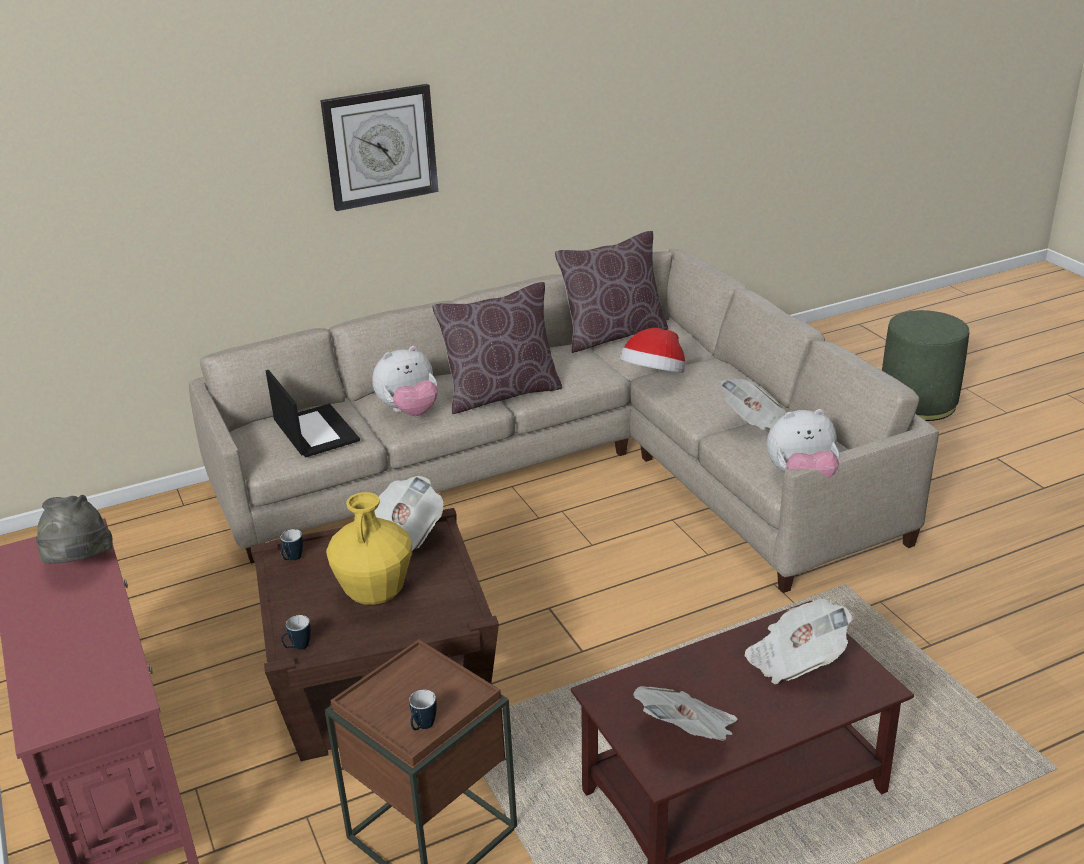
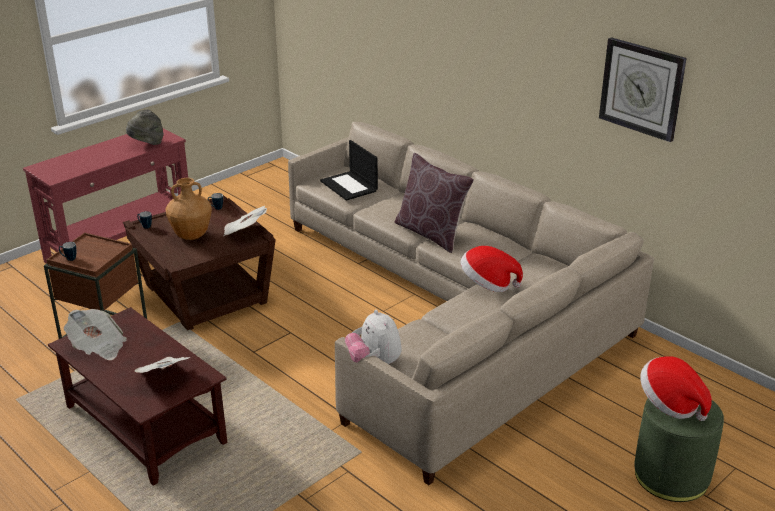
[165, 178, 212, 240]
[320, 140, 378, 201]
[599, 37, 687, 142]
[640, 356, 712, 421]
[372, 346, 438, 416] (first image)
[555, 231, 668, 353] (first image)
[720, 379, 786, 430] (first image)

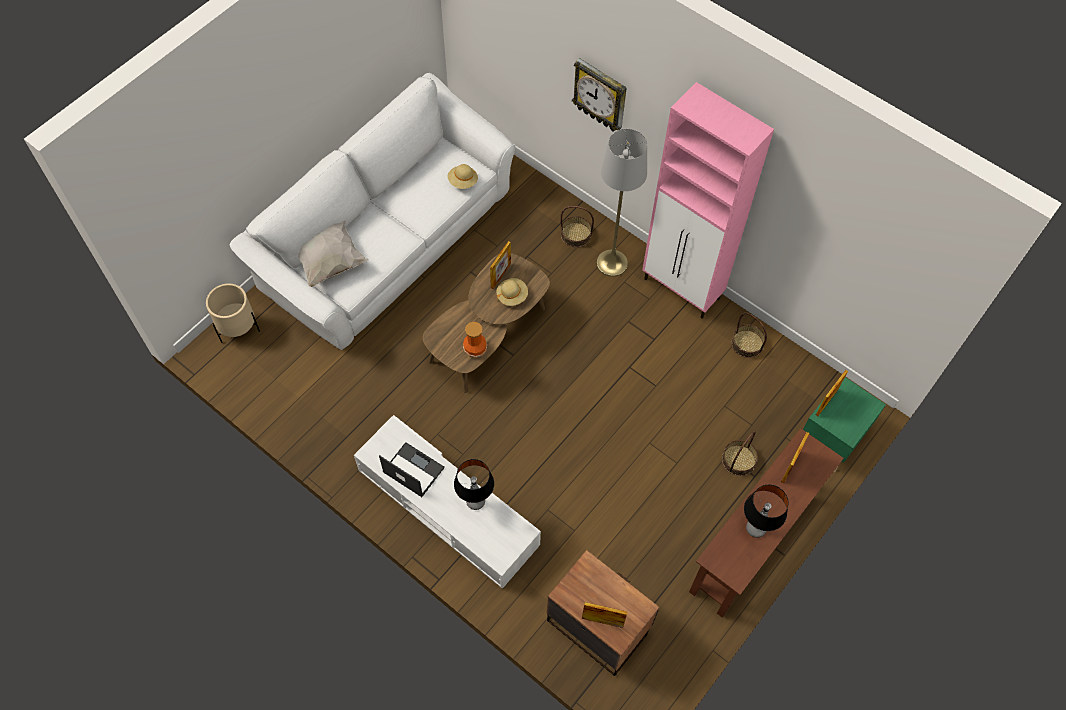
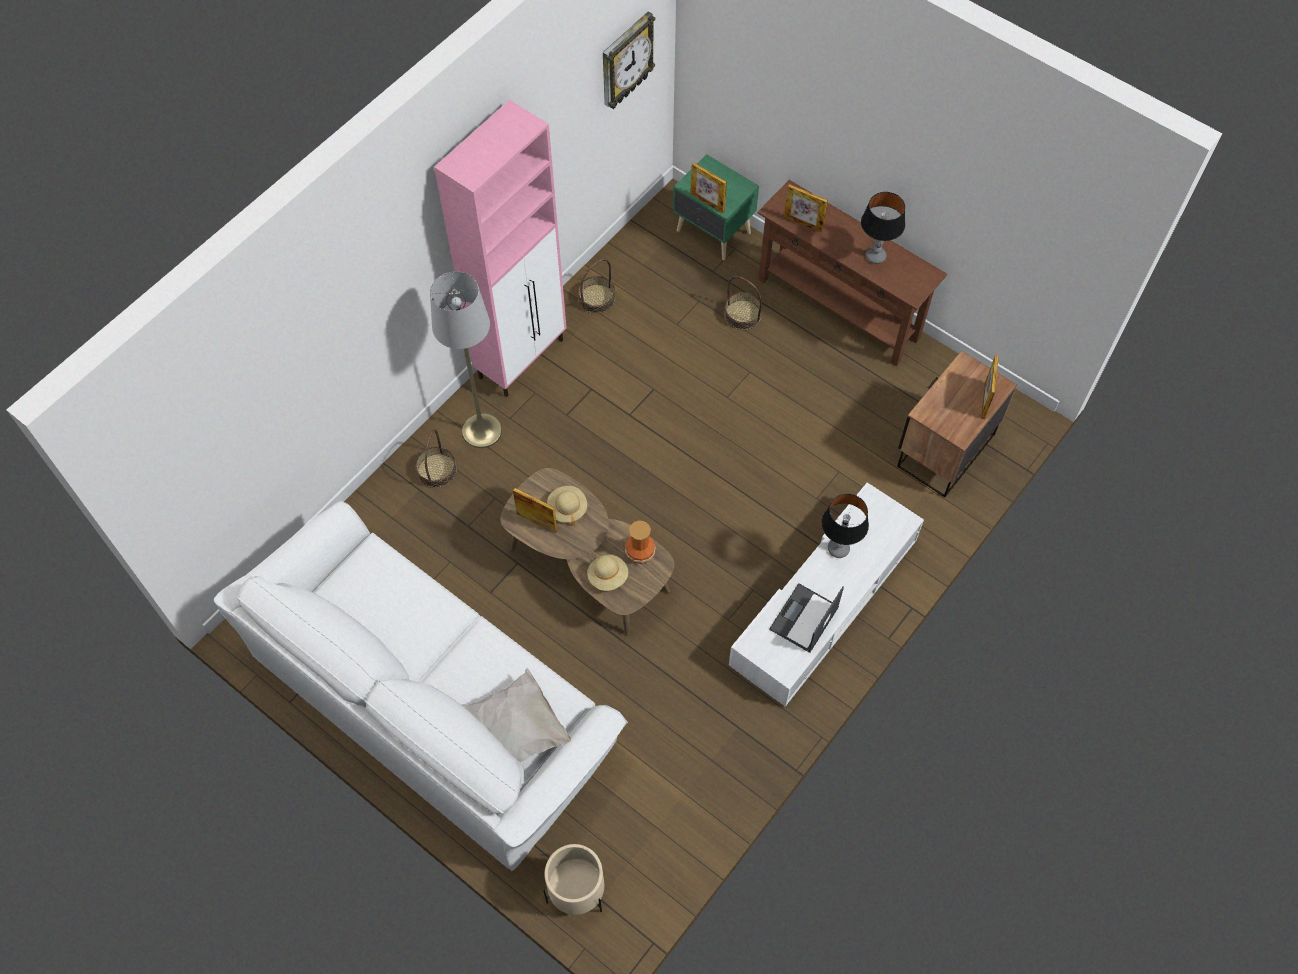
[587, 555, 628, 591]
[603, 11, 655, 109]

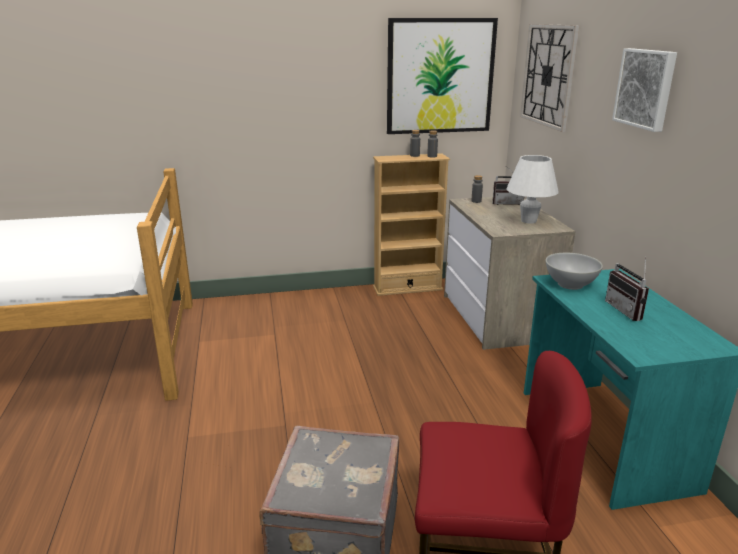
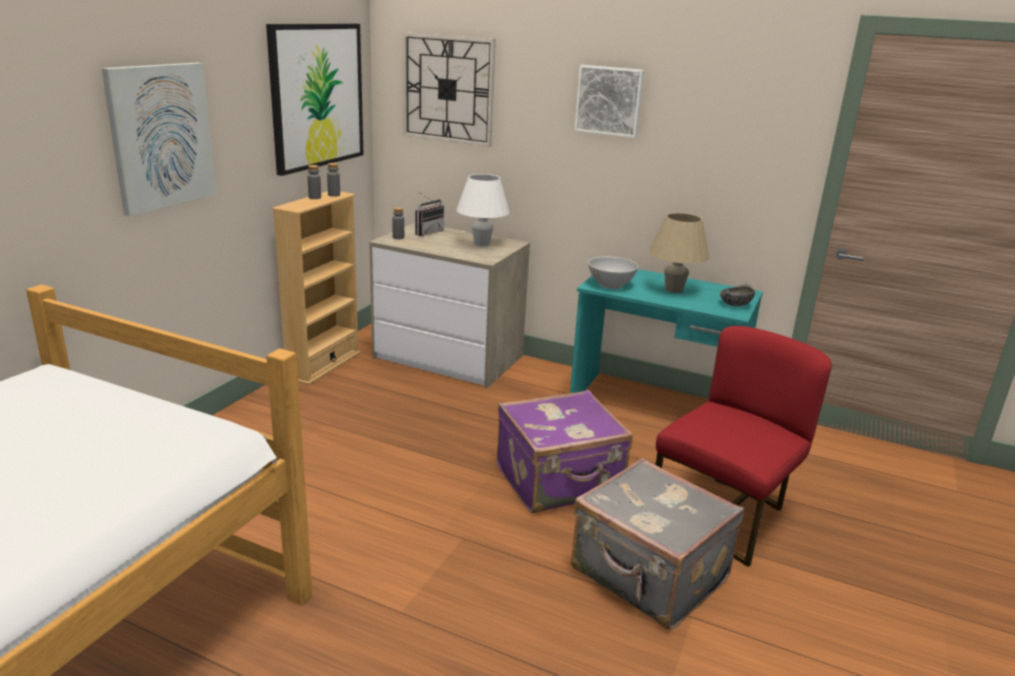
[102, 63, 216, 216]
[497, 390, 633, 513]
[649, 213, 709, 293]
[720, 284, 755, 306]

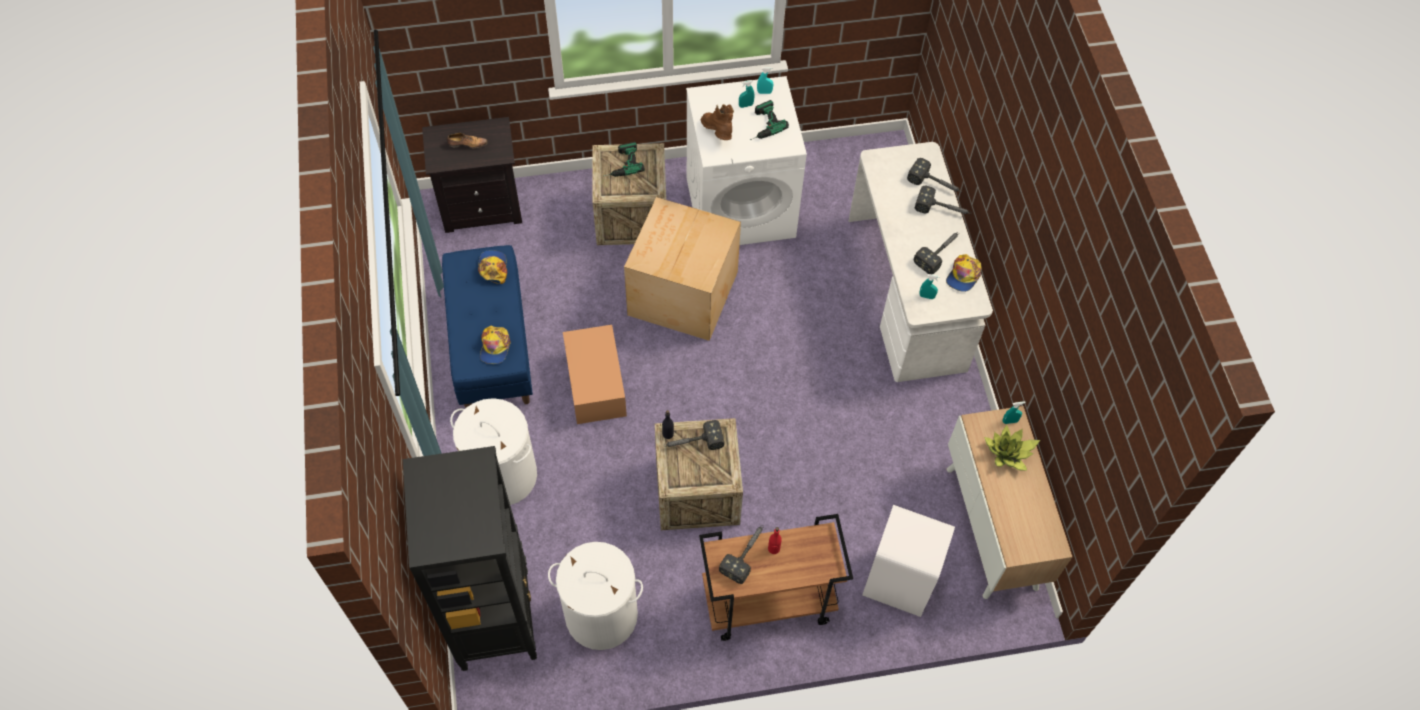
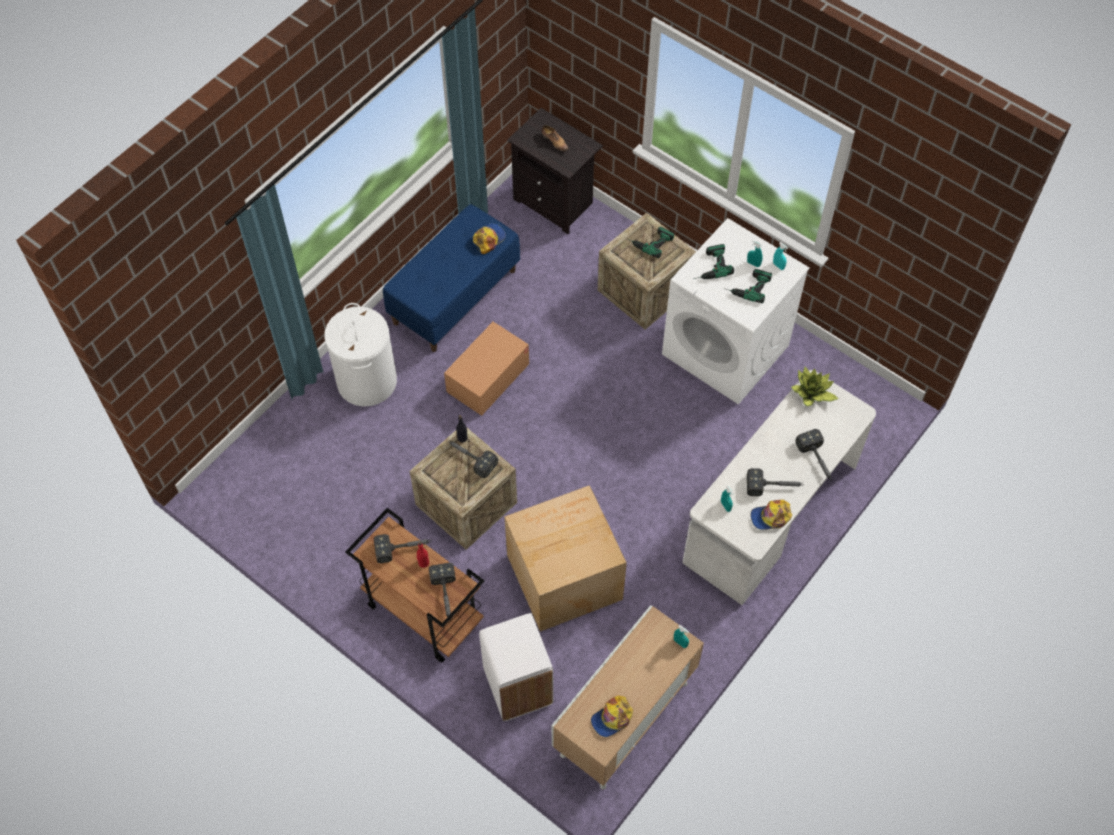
[429, 563, 456, 617]
[504, 485, 627, 632]
[591, 696, 633, 737]
[693, 244, 734, 279]
[791, 367, 839, 406]
[403, 446, 537, 671] (first image)
[548, 542, 643, 650] (first image)

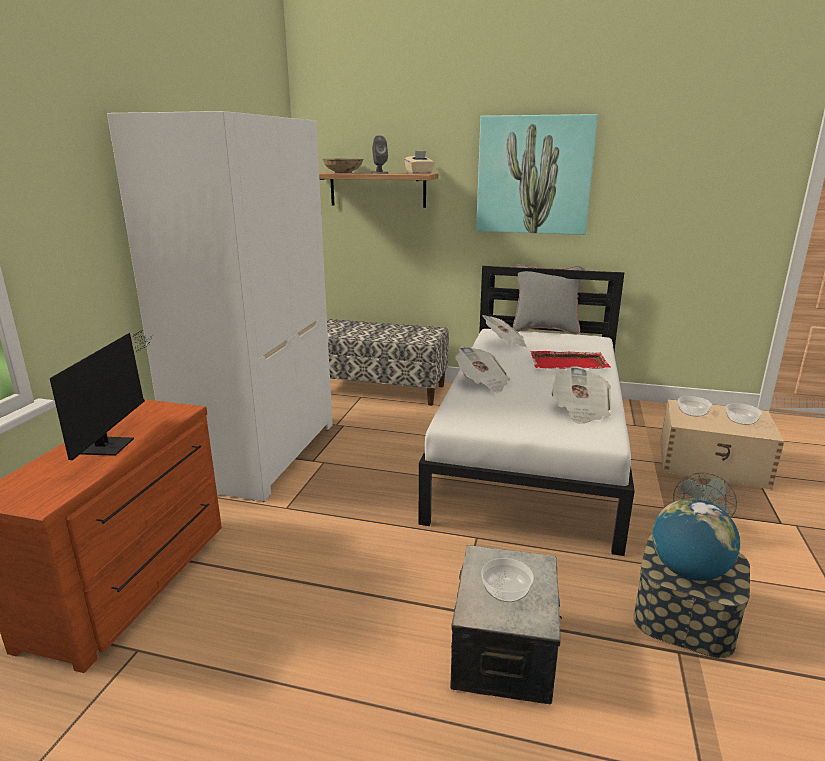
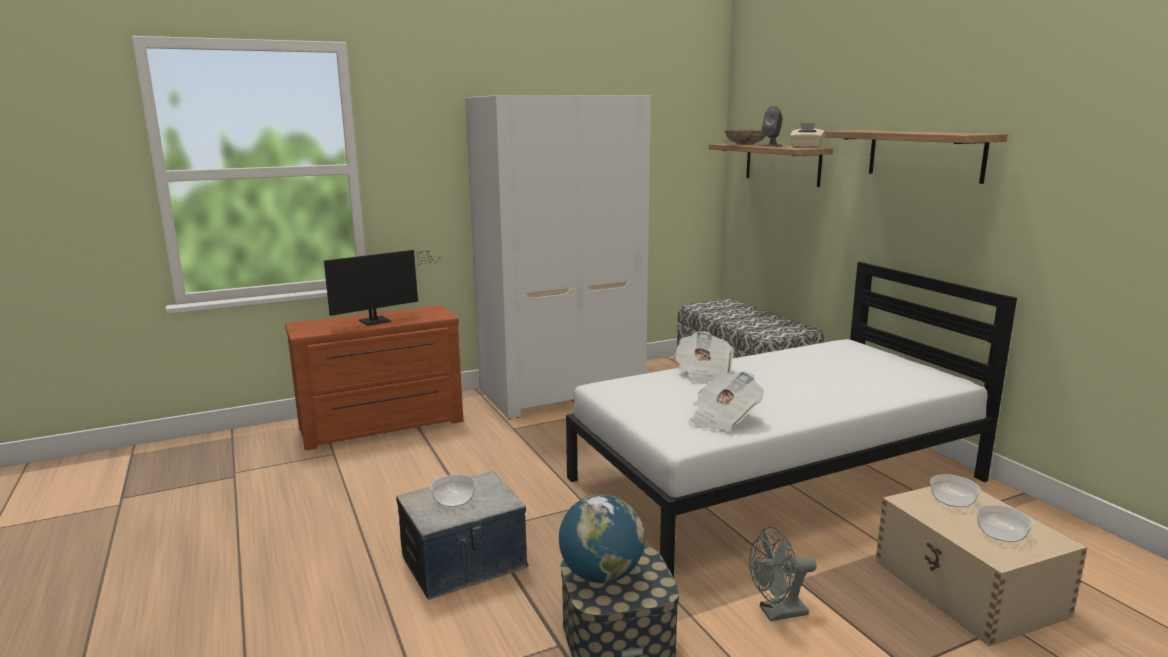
[825, 130, 1008, 184]
[483, 315, 527, 347] (first image)
[513, 264, 584, 334] (first image)
[530, 351, 611, 369] (first image)

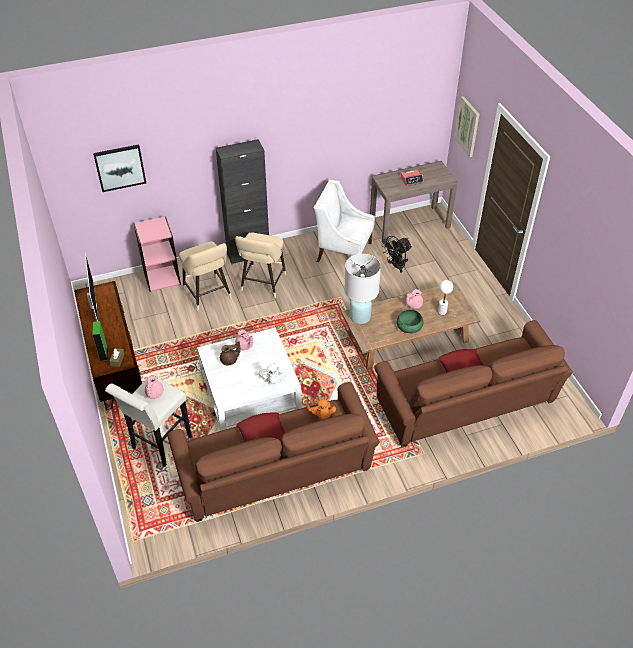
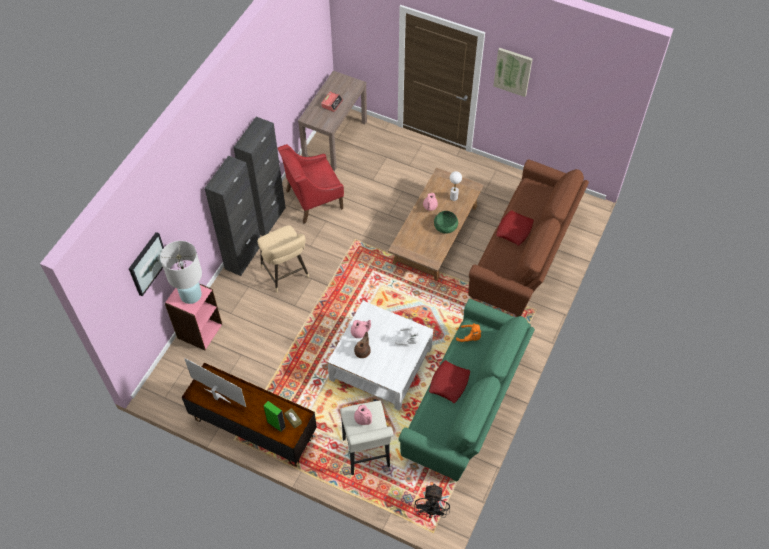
[160, 241, 202, 304]
[233, 117, 286, 236]
[277, 144, 344, 224]
[399, 299, 535, 481]
[414, 484, 450, 519]
[493, 48, 533, 97]
[179, 242, 232, 311] (first image)

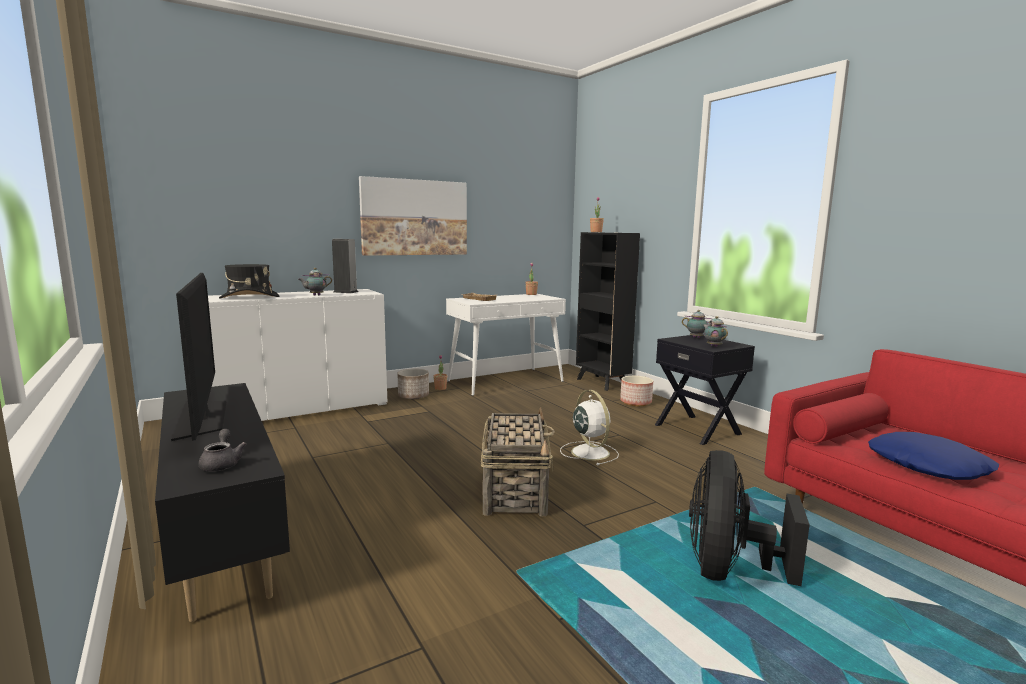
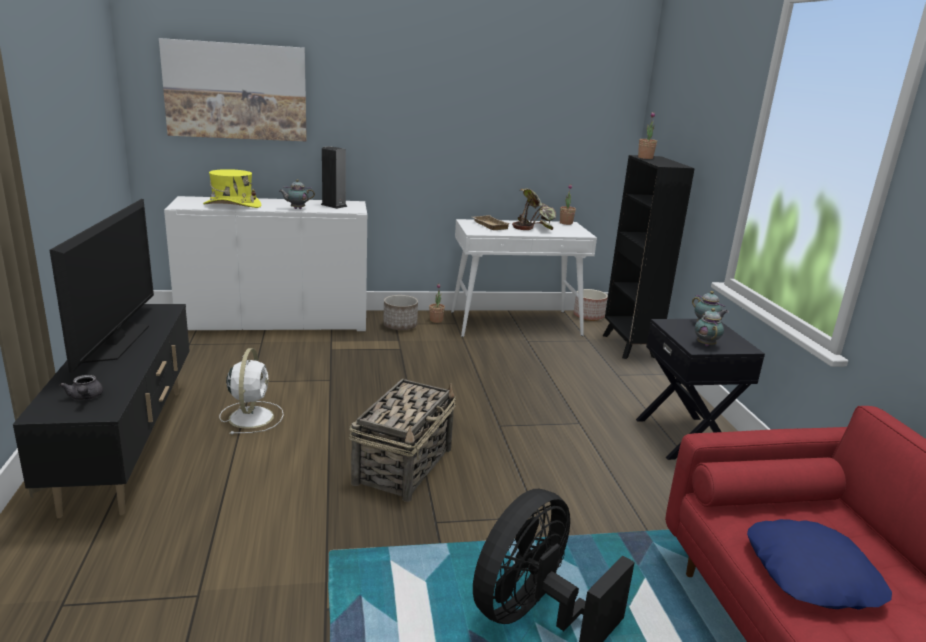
[59, 375, 103, 400]
[159, 38, 307, 141]
[203, 169, 261, 208]
[220, 348, 284, 434]
[512, 188, 556, 230]
[574, 289, 608, 321]

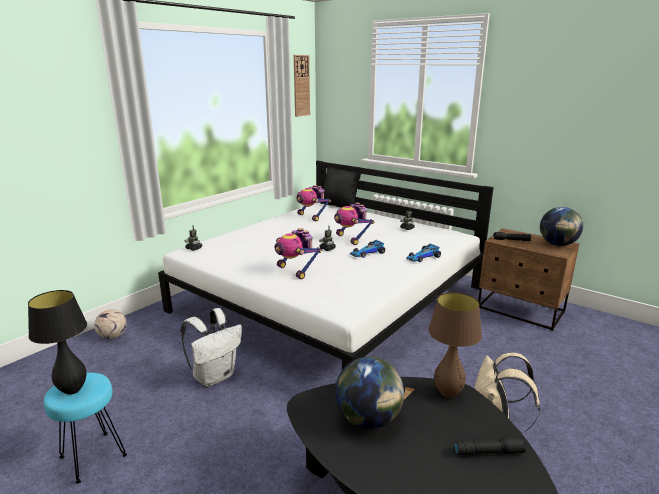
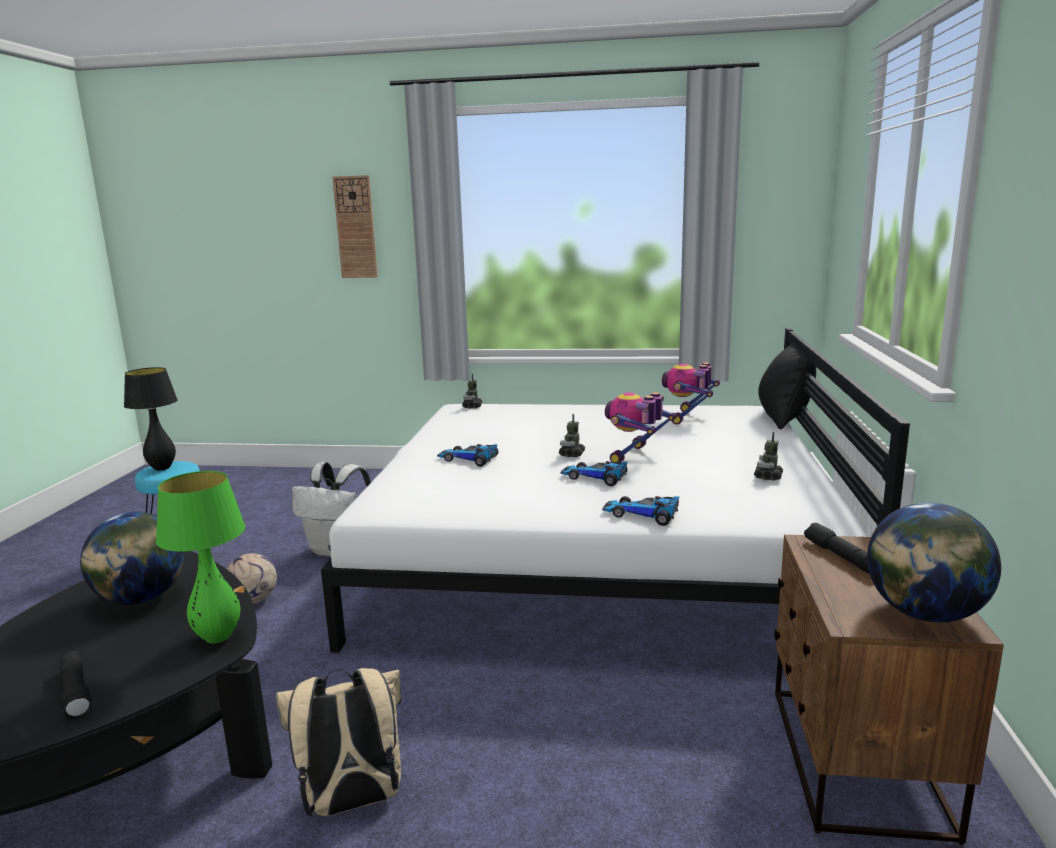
[156, 471, 245, 644]
[227, 553, 277, 604]
[332, 175, 378, 278]
[437, 444, 499, 467]

